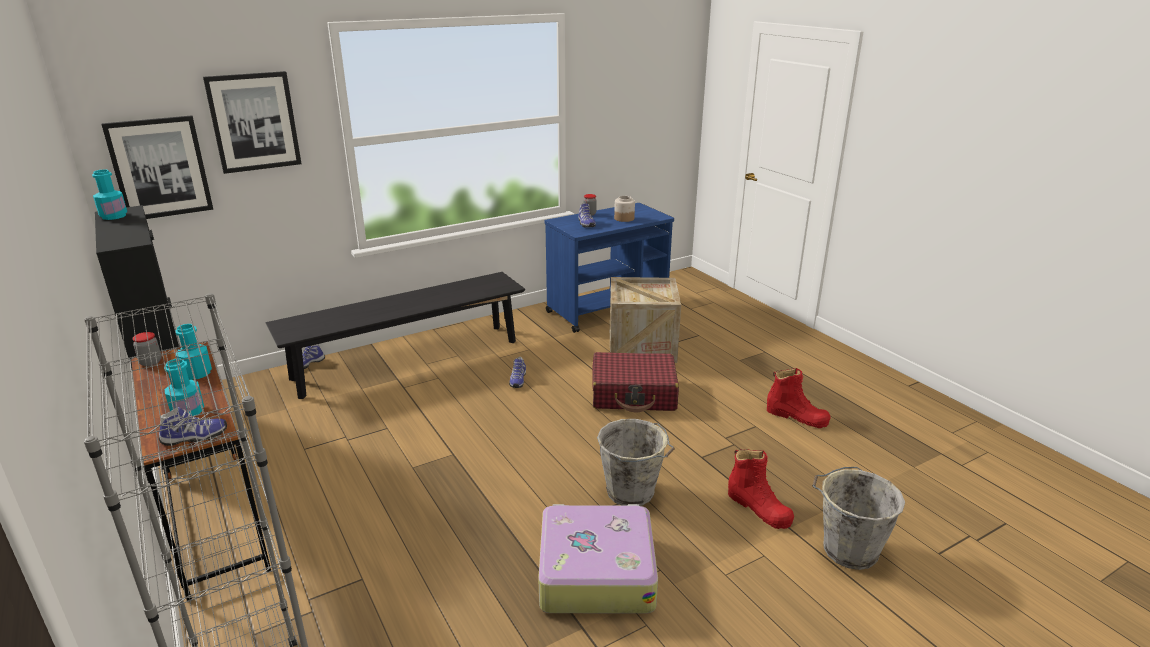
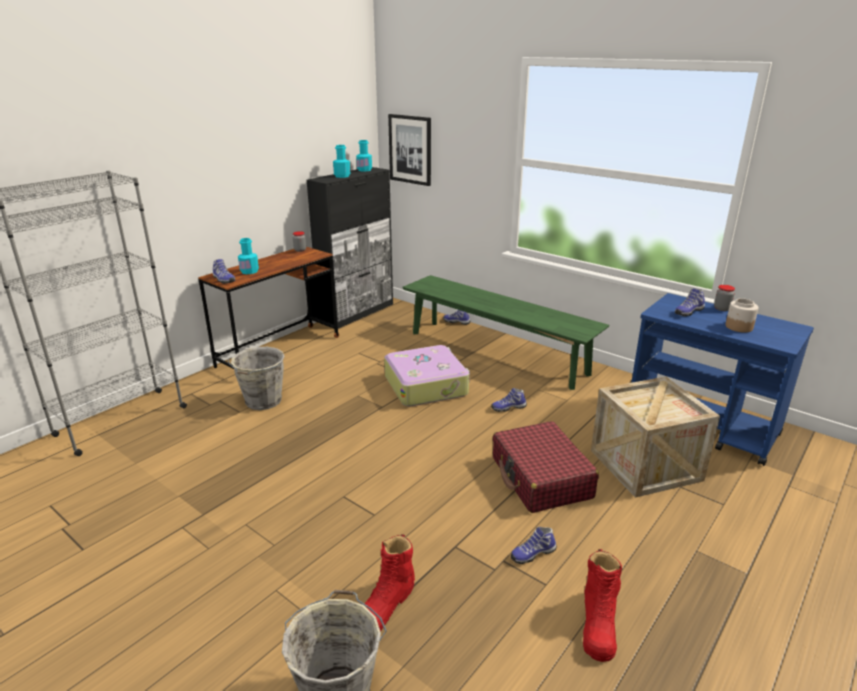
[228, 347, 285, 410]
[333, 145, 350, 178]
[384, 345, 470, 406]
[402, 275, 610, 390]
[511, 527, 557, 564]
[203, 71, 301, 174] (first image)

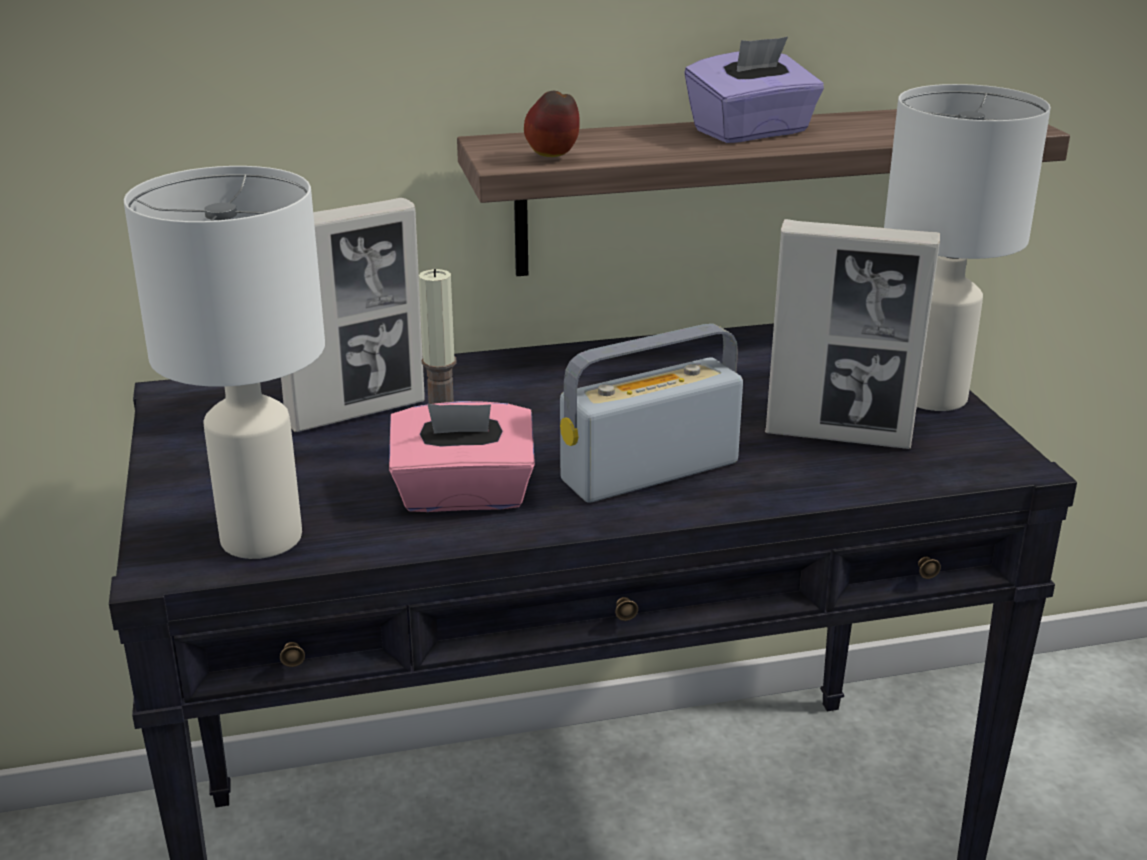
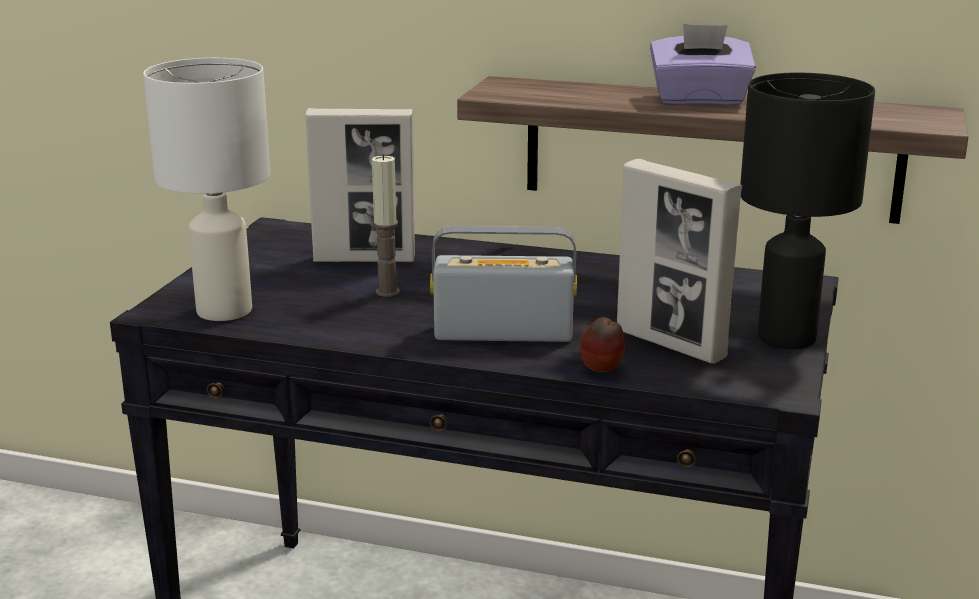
[579, 317, 625, 372]
[740, 72, 875, 349]
[389, 401, 535, 512] (first image)

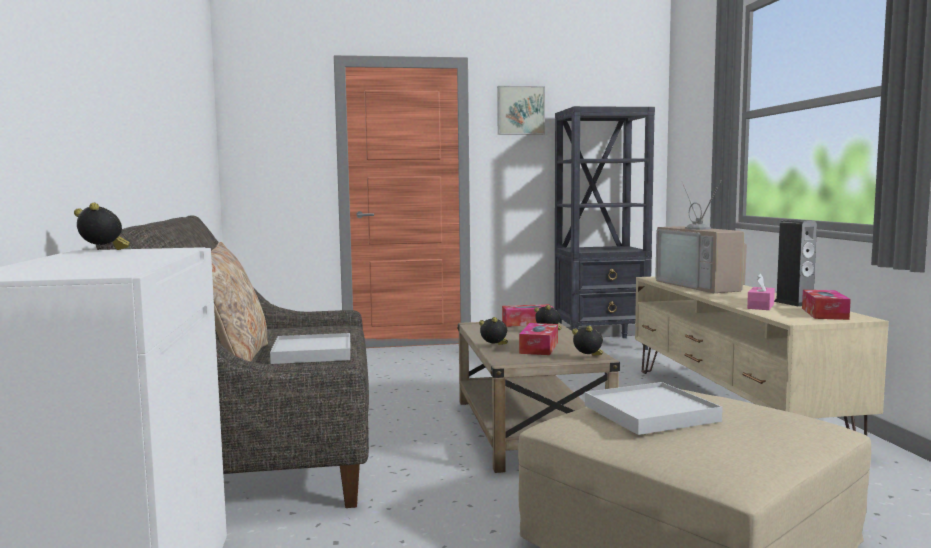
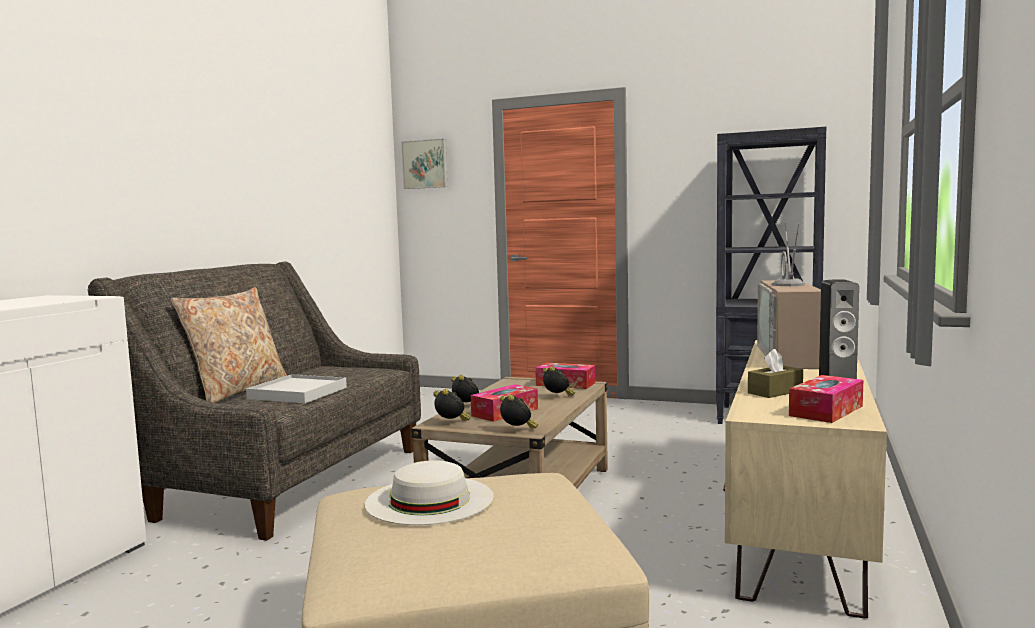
[365, 460, 494, 525]
[401, 138, 448, 189]
[433, 389, 471, 421]
[748, 349, 803, 398]

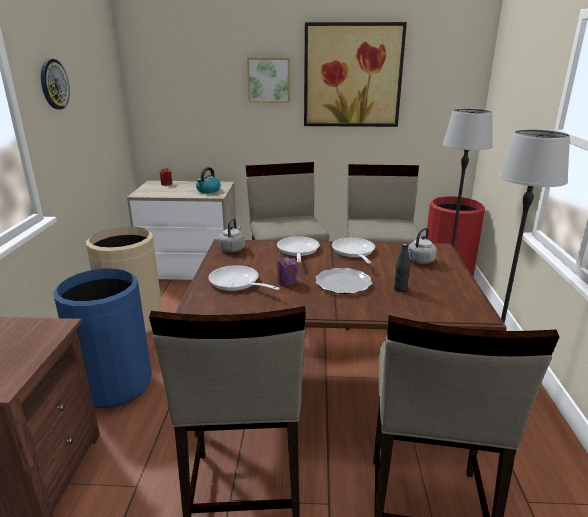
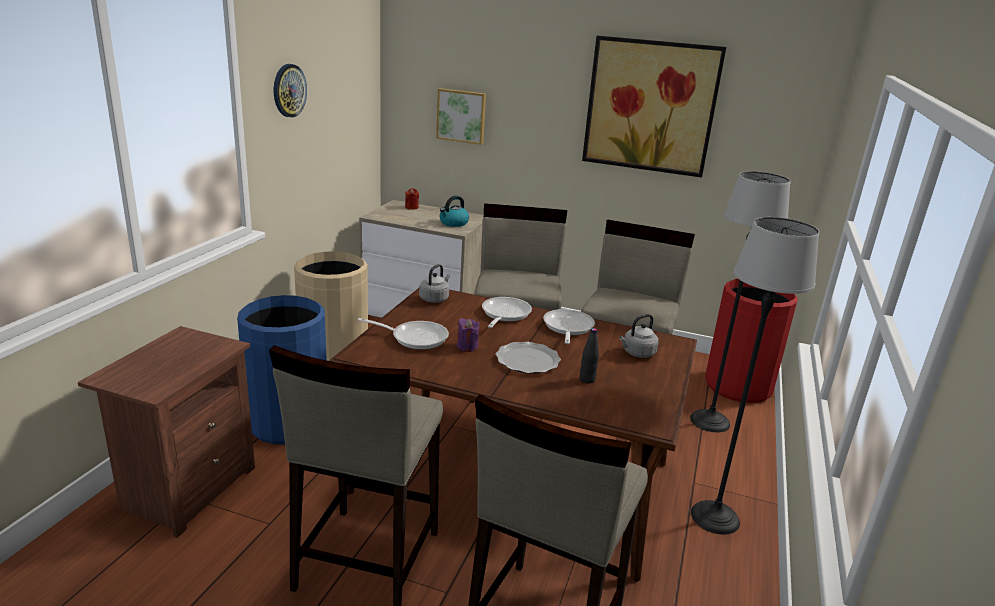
[358, 318, 449, 350]
[436, 88, 486, 145]

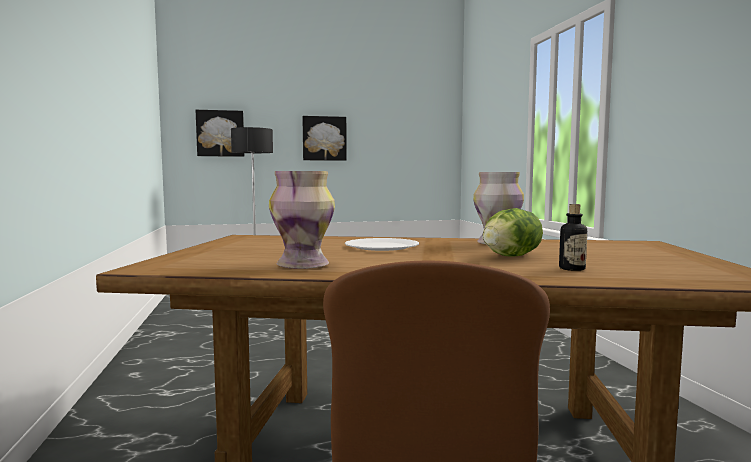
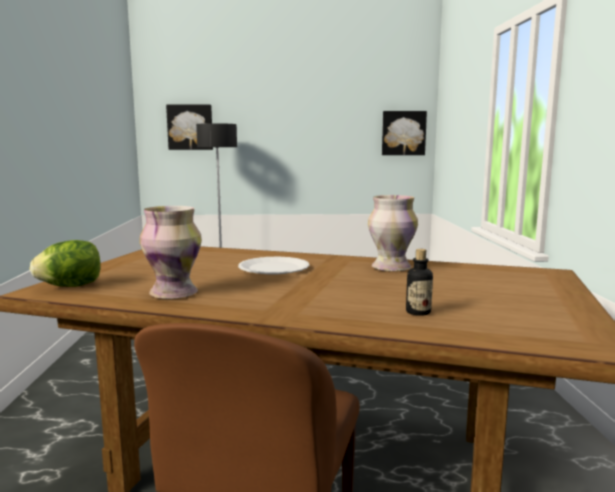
[30, 240, 101, 287]
[382, 111, 427, 155]

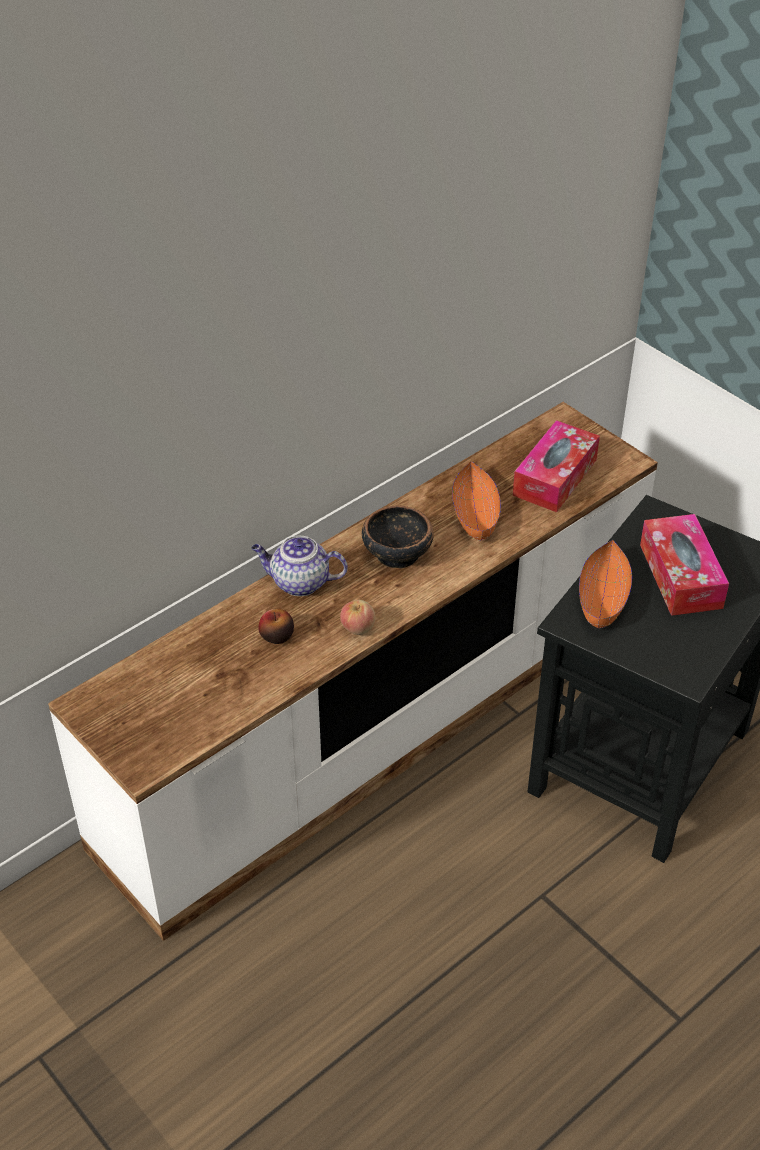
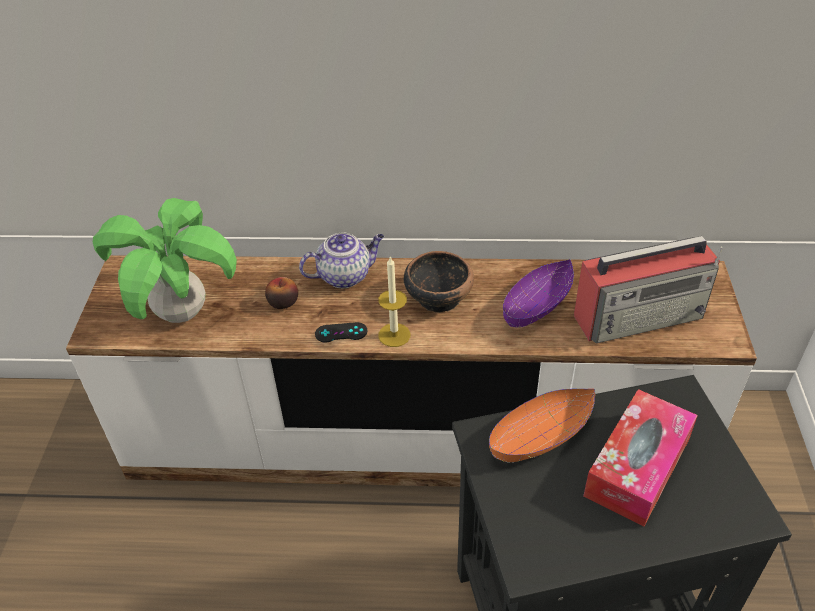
[93, 198, 237, 323]
[299, 232, 384, 288]
[315, 322, 367, 343]
[378, 256, 410, 347]
[503, 259, 574, 327]
[574, 236, 722, 344]

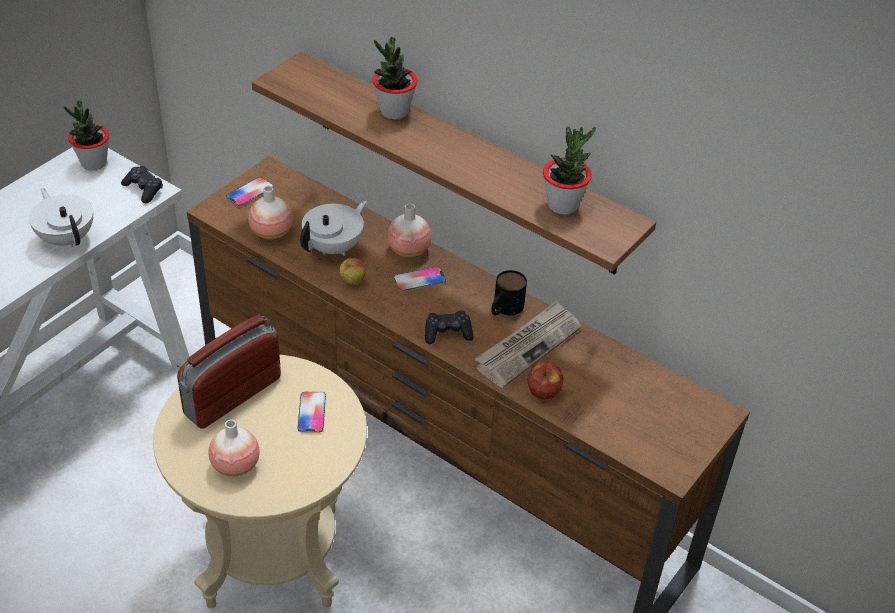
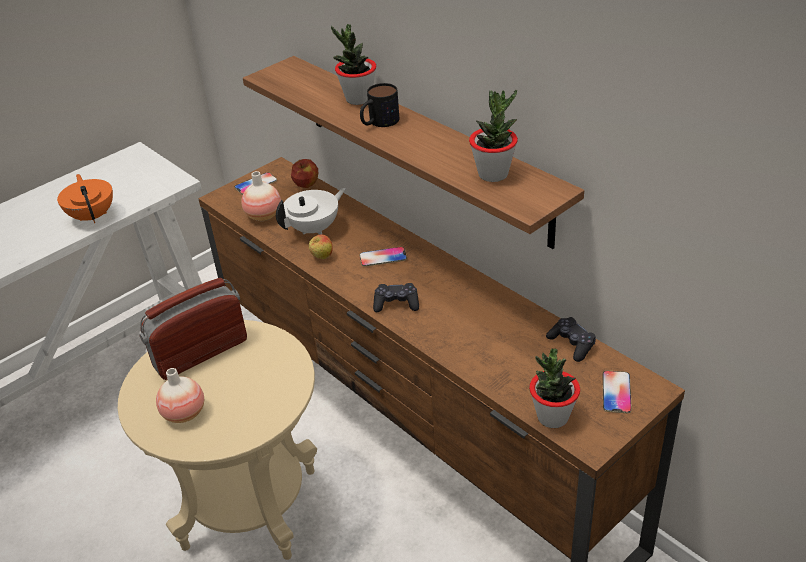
[57, 174, 113, 223]
[291, 159, 318, 188]
[360, 83, 399, 127]
[529, 348, 580, 428]
[546, 317, 596, 362]
[603, 371, 632, 413]
[387, 204, 432, 257] (first image)
[475, 301, 581, 388] (first image)

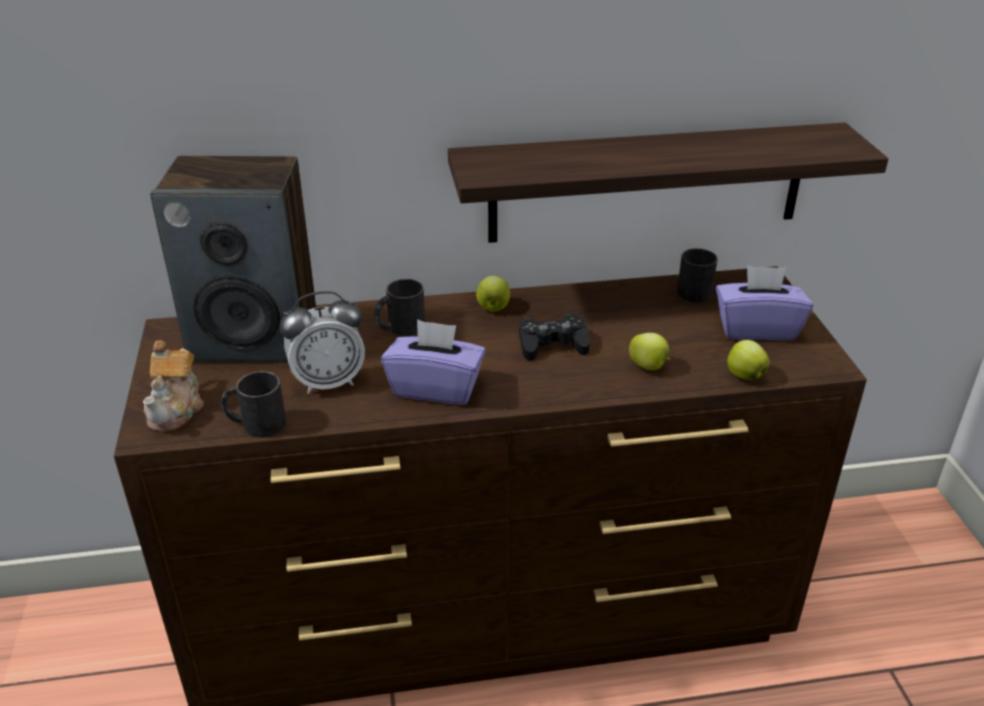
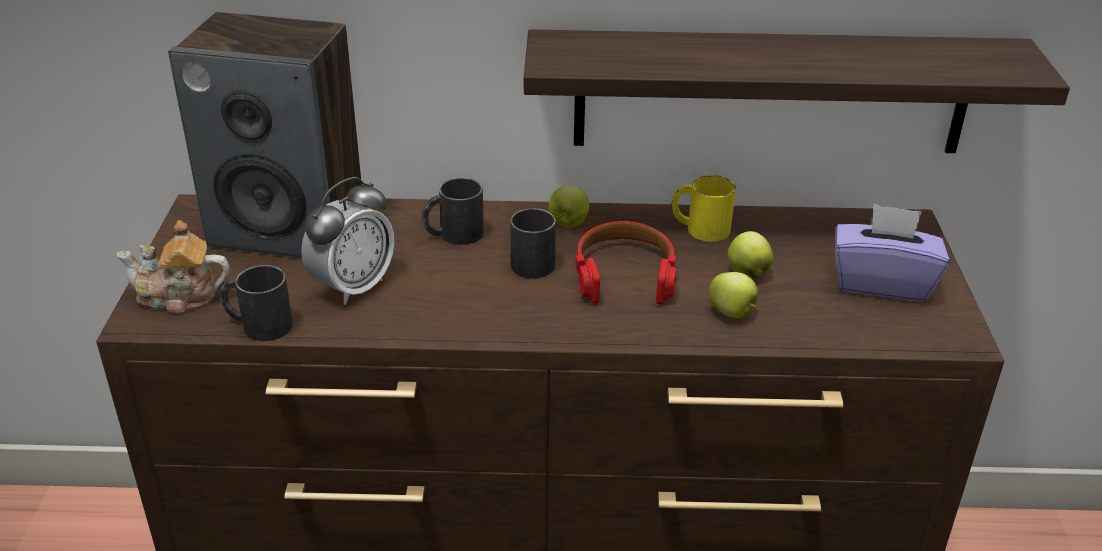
[117, 220, 229, 314]
[301, 177, 394, 305]
[510, 208, 556, 279]
[575, 221, 676, 305]
[671, 175, 736, 242]
[727, 231, 773, 278]
[381, 319, 486, 405] (first image)

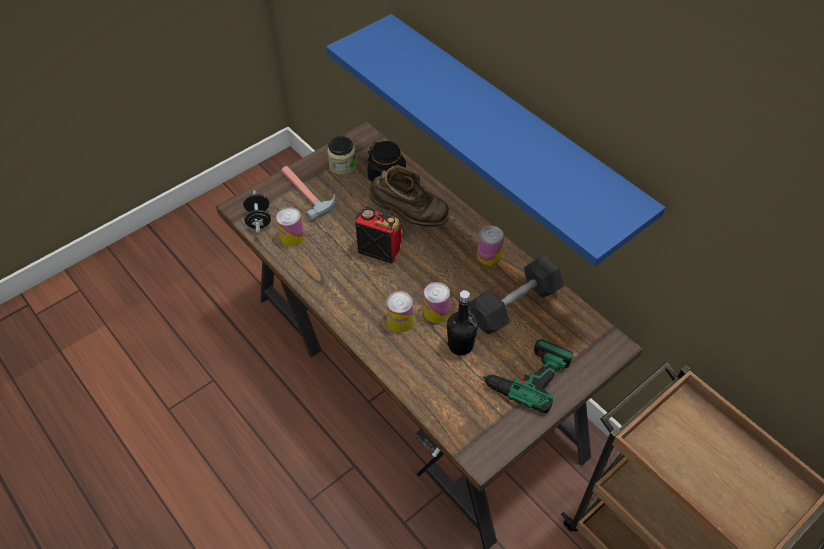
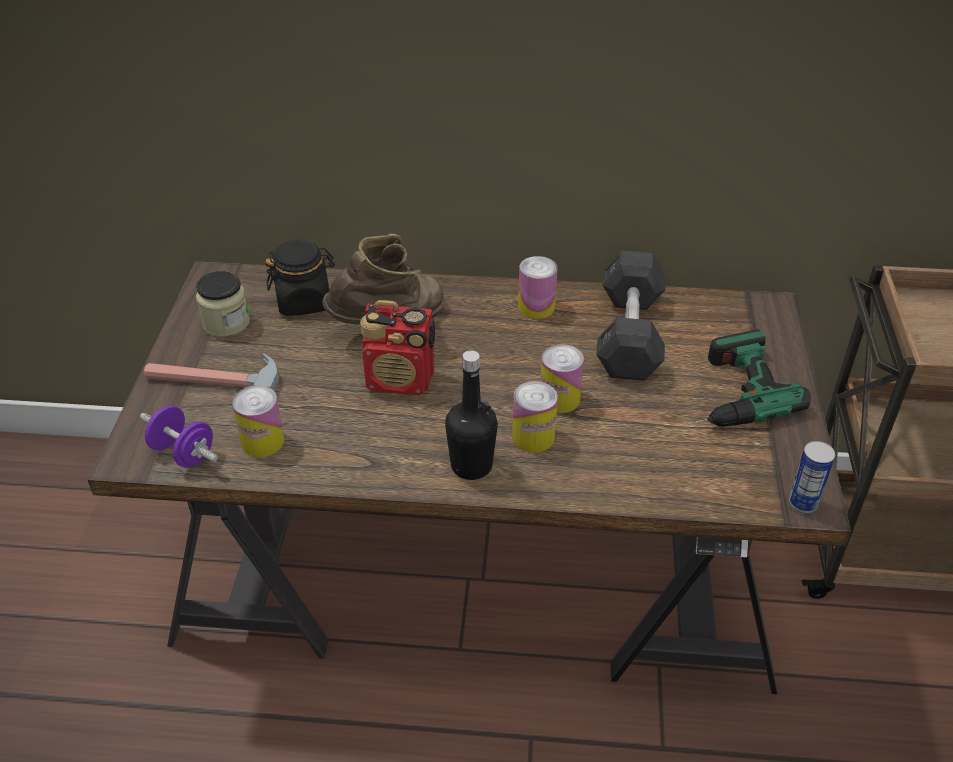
[140, 406, 218, 467]
[360, 300, 435, 396]
[445, 350, 498, 480]
[789, 441, 835, 514]
[326, 14, 666, 266] (first image)

